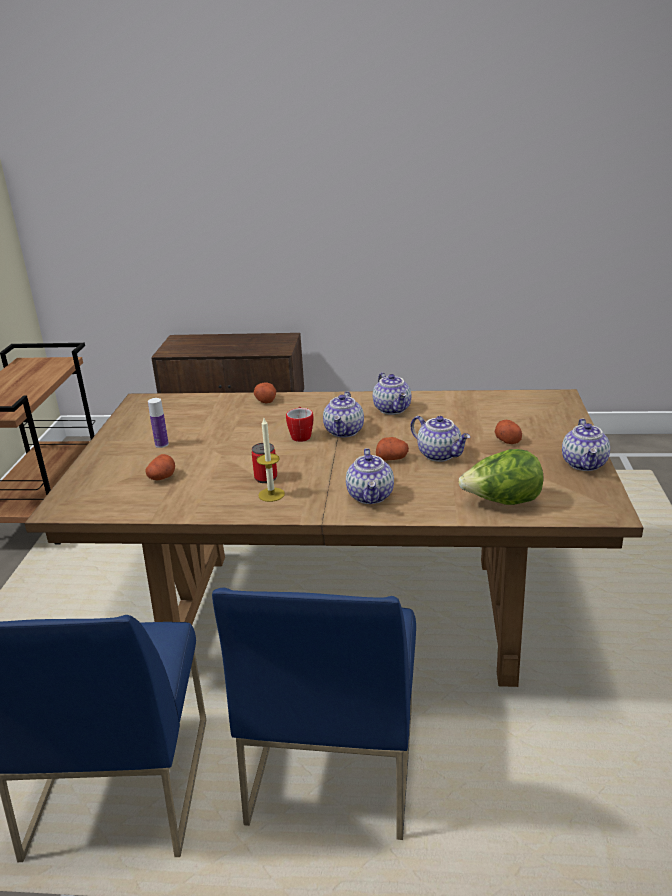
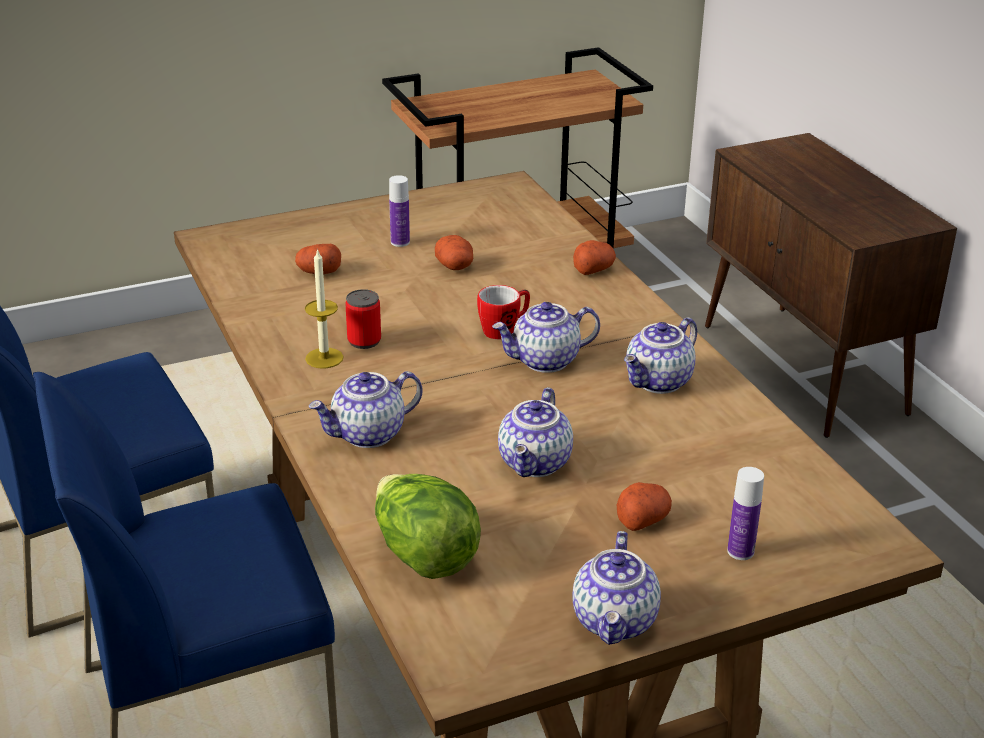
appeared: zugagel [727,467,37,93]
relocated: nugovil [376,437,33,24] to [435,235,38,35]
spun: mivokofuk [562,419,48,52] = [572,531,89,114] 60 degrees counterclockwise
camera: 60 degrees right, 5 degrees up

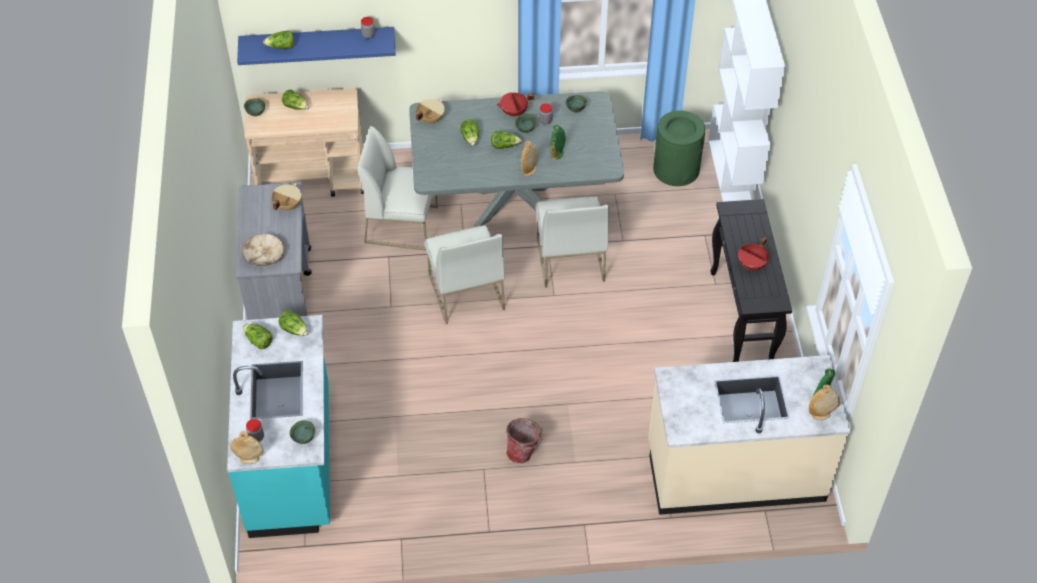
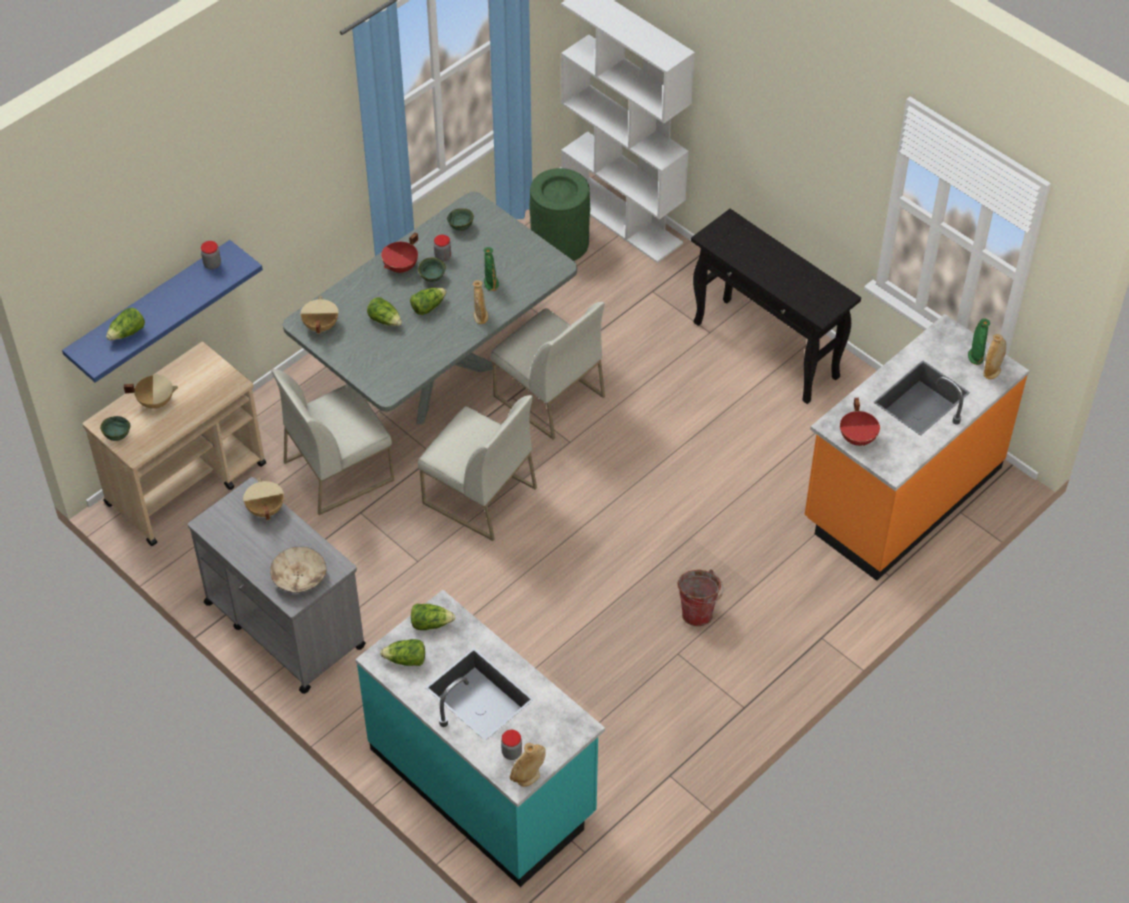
missing: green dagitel [290,421,25,23]
relocated: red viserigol [738,236,31,34] to [840,398,40,48]
exchanged: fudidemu [282,89,27,21] to beige viserigol [124,375,54,34]
colour: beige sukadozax [648,355,203,160] to orange sukadozax [805,314,224,267]
camera: 40 degrees left, 0 degrees up

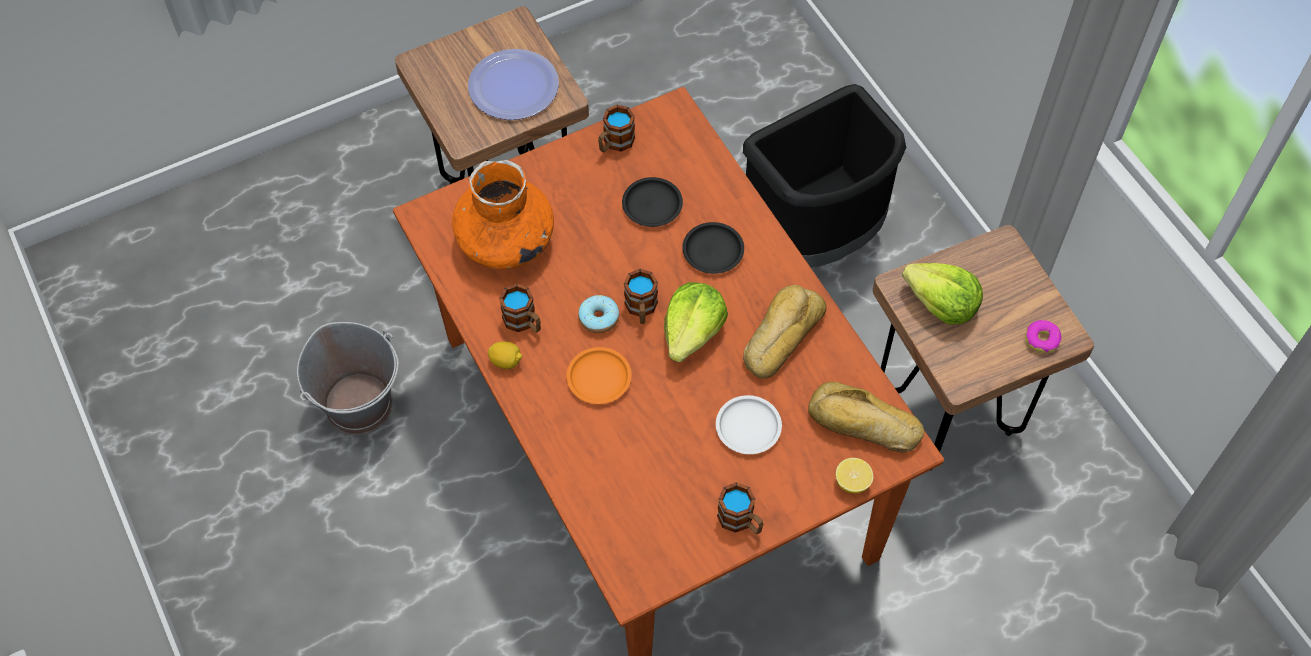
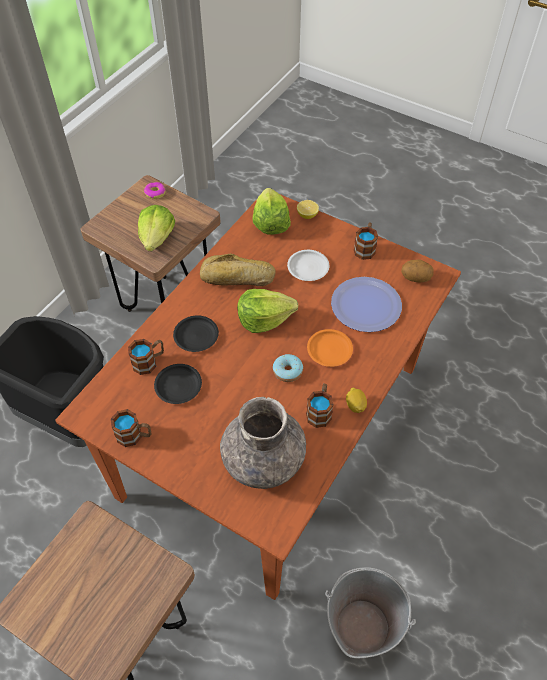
appeared: nugovil [401,259,33,24]
relocated: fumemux [468,49,91,71] to [331,277,71,55]; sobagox [624,269,34,55] to [128,339,36,36]
exchanged: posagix [808,382,116,71] to fudidemu [252,188,39,46]
colour: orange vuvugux [452,160,102,109] to grey vuvugux [220,397,86,92]
camera: 120 degrees left, 5 degrees down

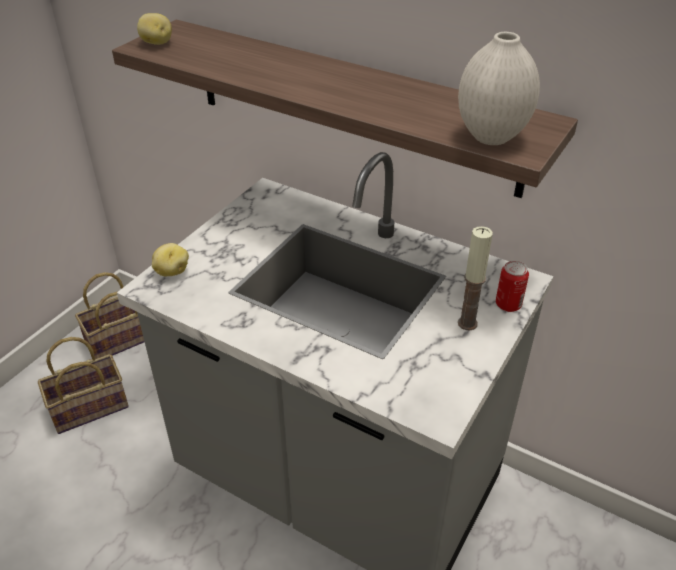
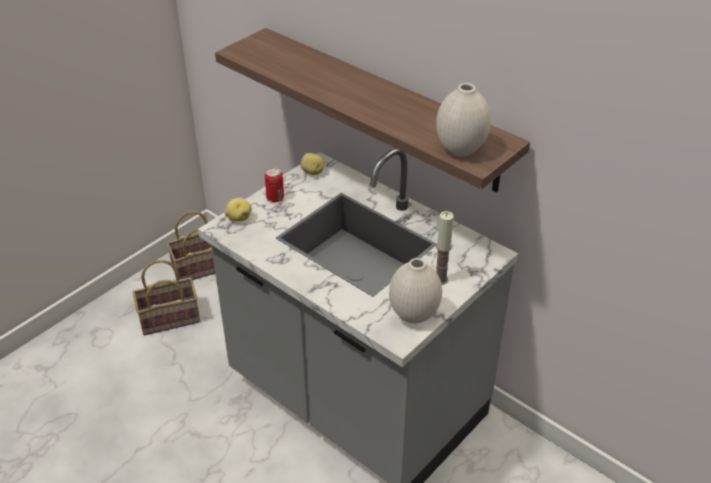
appeared: white vuvugux [389,258,53,65]
relocated: nugovil [137,13,35,32] to [301,153,23,22]; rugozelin [496,261,33,51] to [265,168,19,34]
camera: 10 degrees right, 0 degrees up

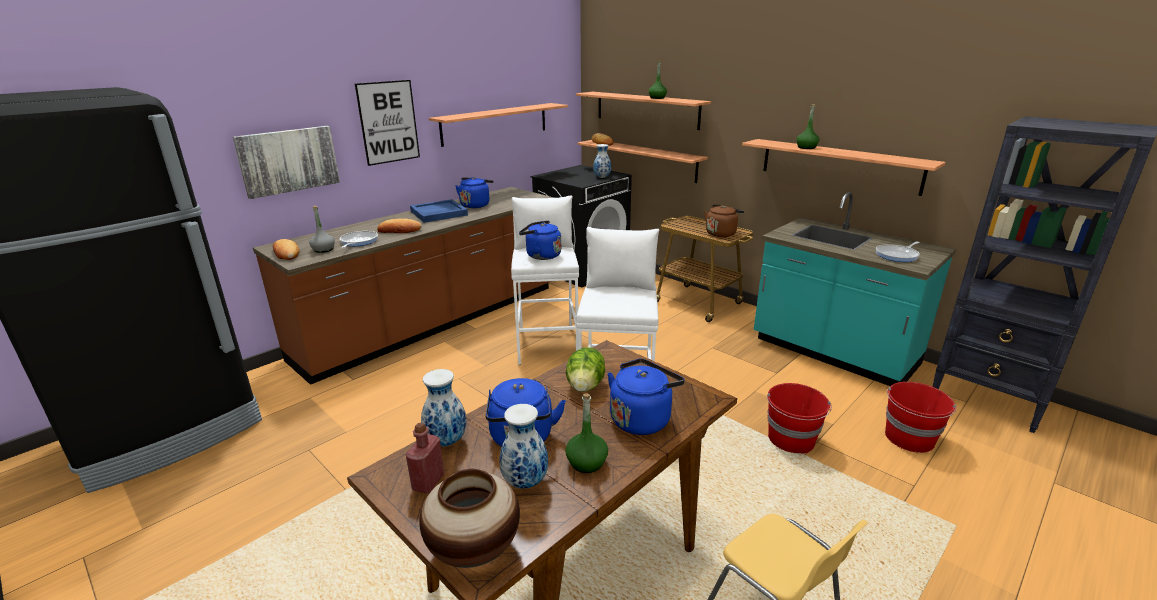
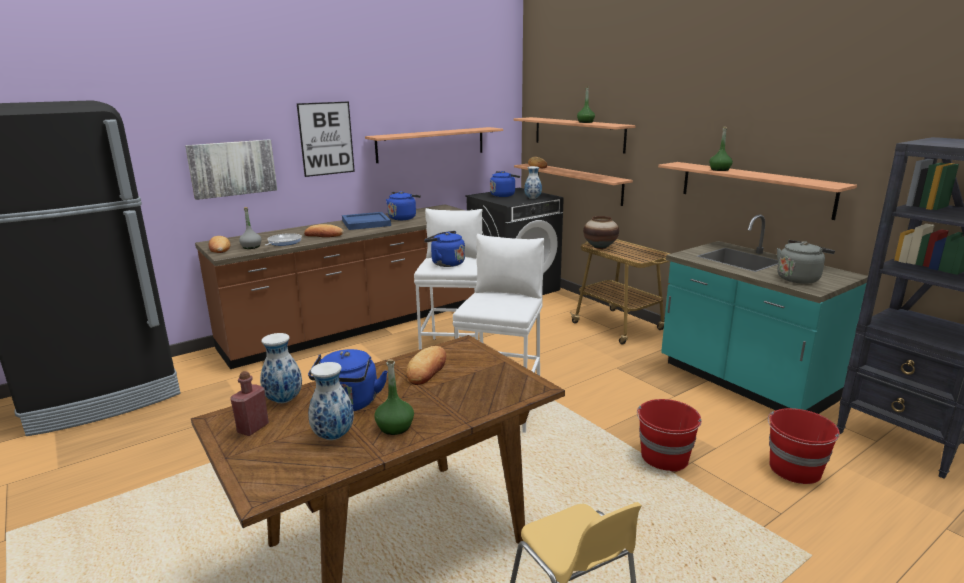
missing: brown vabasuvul [704,204,40,33]
relocated: blue vabasuvul [607,358,78,77] to [490,171,30,26]; vuvugux [419,469,101,99] to [583,216,36,33]
exchanged: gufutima [876,241,44,21] to grey vabasuvul [777,240,58,44]; fudidemu [566,347,39,45] to posagix [407,346,39,39]
camera: 10 degrees right, 5 degrees down

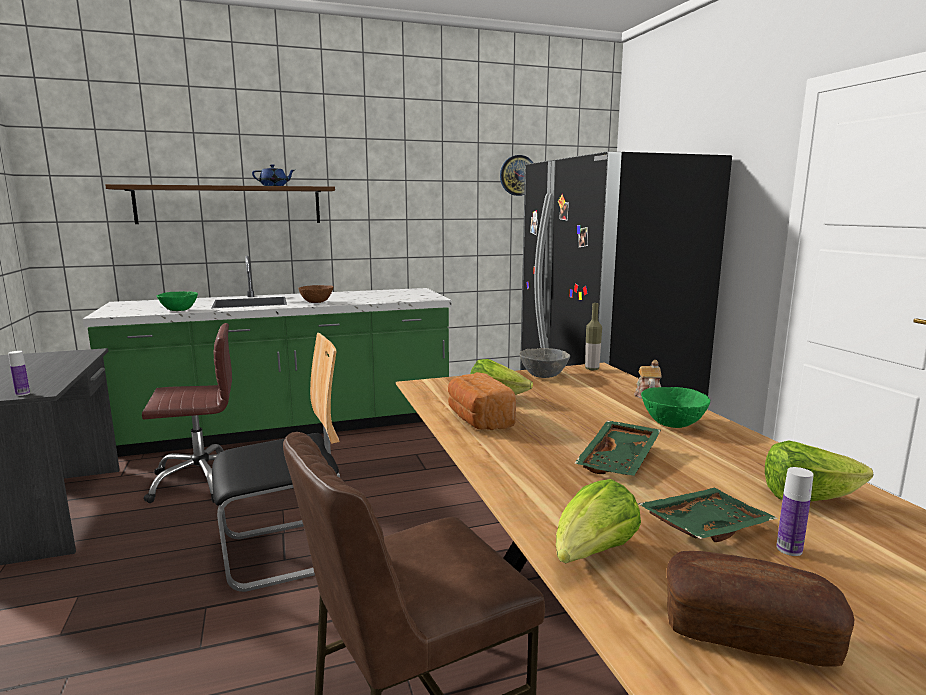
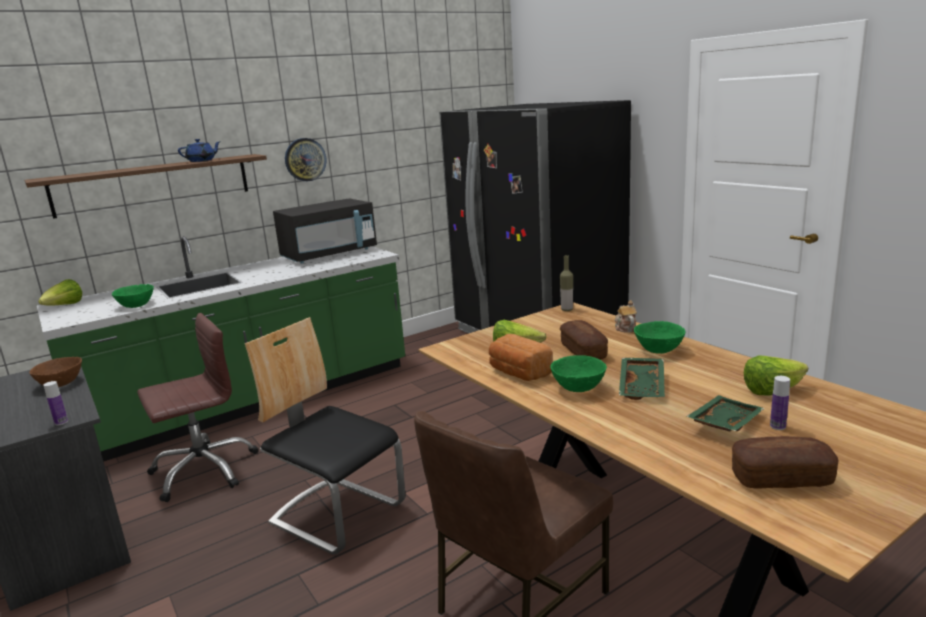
missing: grey dagitel [519,348,51,30]
appeared: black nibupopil [273,198,104,66]; posagix [560,320,48,40]; green dagitel [550,356,57,36]
relocated: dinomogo [500,155,33,41] to [285,138,41,44]; brown dagitel [298,285,36,18] to [29,357,53,30]; fudidemu [556,479,85,84] to [38,279,44,27]
spun: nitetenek [212,333,128,259] = [245,317,160,238] 105 degrees counterclockwise
camera: 15 degrees left, 5 degrees up

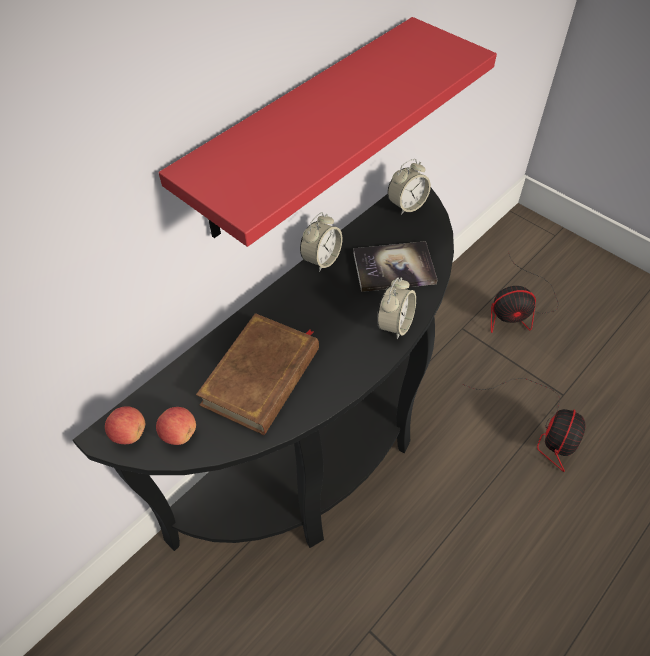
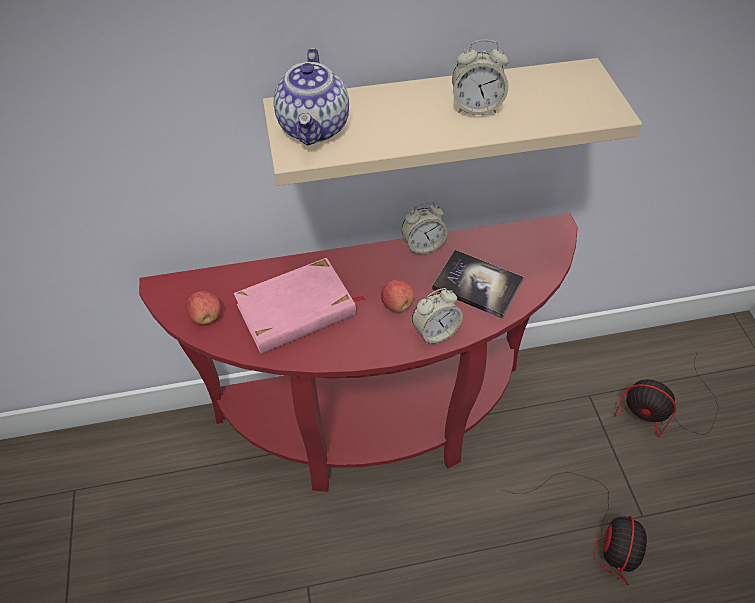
appeared: mivokofuk [273,48,76,98]
relocated: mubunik [388,159,43,56] to [452,39,57,76]; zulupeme [105,406,40,38] to [381,280,33,32]
colour: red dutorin [159,17,338,230] to beige dutorin [263,58,379,128]; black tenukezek [73,188,381,363] to red tenukezek [139,214,438,278]; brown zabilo [196,313,123,122] to pink zabilo [234,258,131,96]
spun: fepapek [463,378,123,94] = [501,472,146,113] 45 degrees counterclockwise
camera: 35 degrees right, 0 degrees up

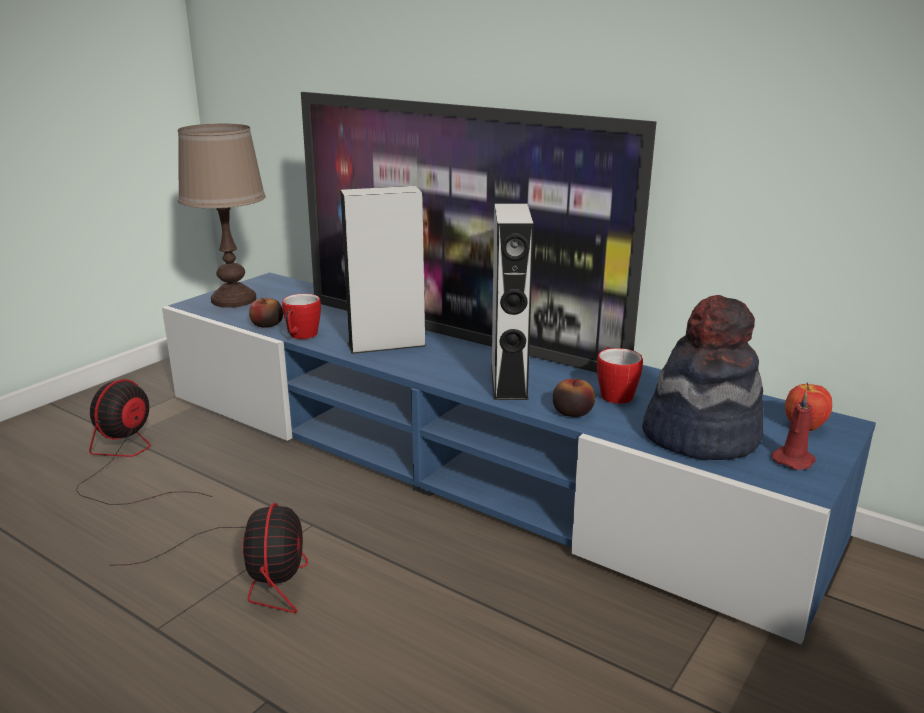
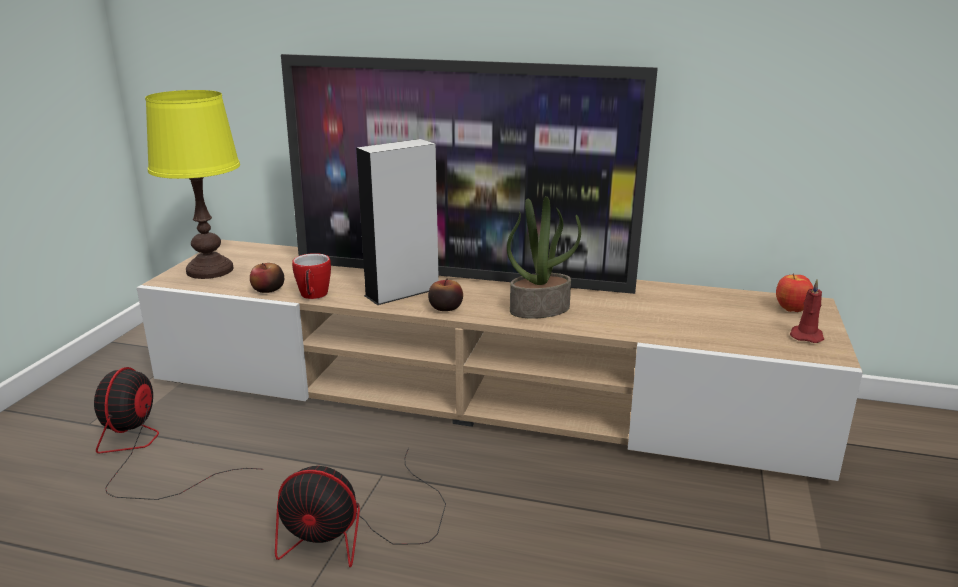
missing: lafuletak [642,295,122,165]; sobagox [597,347,46,57]
relocated: zulupeme [553,378,42,39] to [428,279,35,32]
exchanged: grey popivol [491,203,43,197] to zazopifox [507,196,74,123]
colour: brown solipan [178,124,88,184] to yellow solipan [145,90,95,189]; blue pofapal [162,273,714,372] to beige pofapal [137,240,726,241]
spun: fepapek [109,503,199,110] = [275,448,171,119] 120 degrees clockwise
camera: 20 degrees left, 0 degrees up

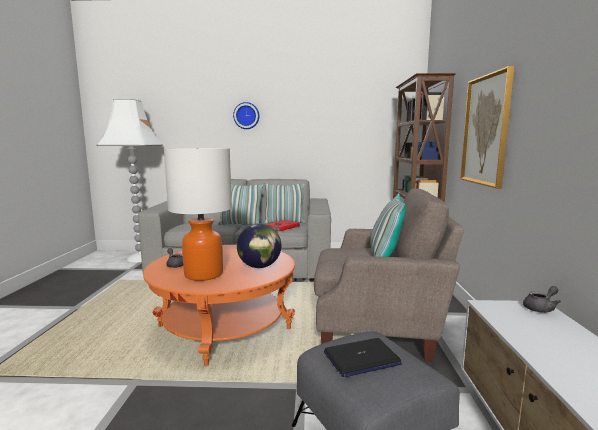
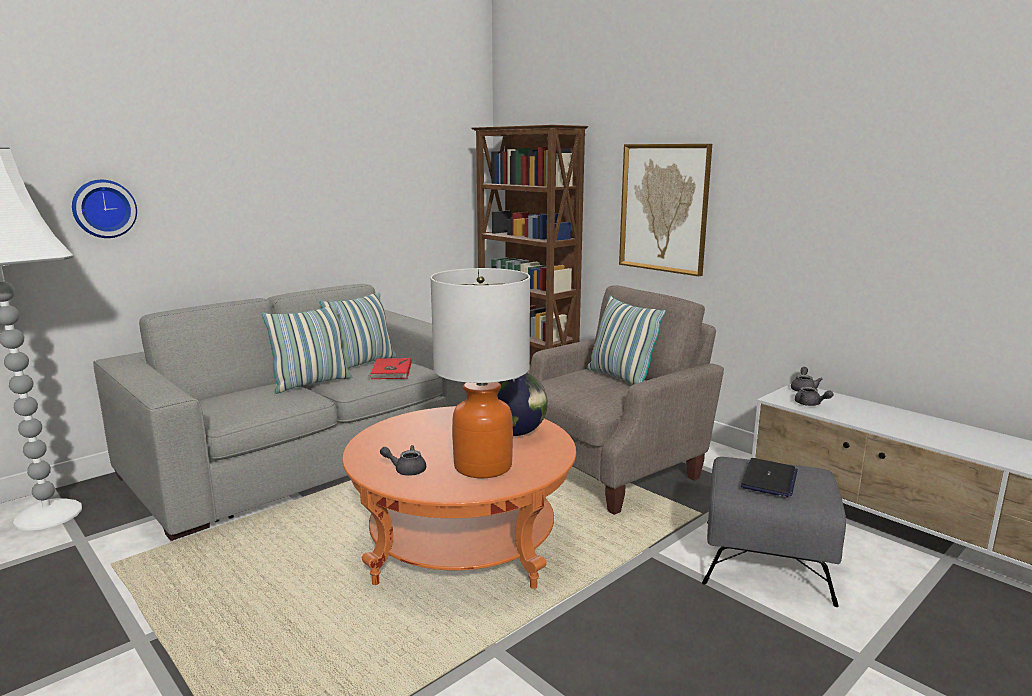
appeared: grey mivokofuk [795,387,38,19]
relocated: dinomogo [233,102,26,27] to [72,180,65,58]
camera: 45 degrees left, 5 degrees up

